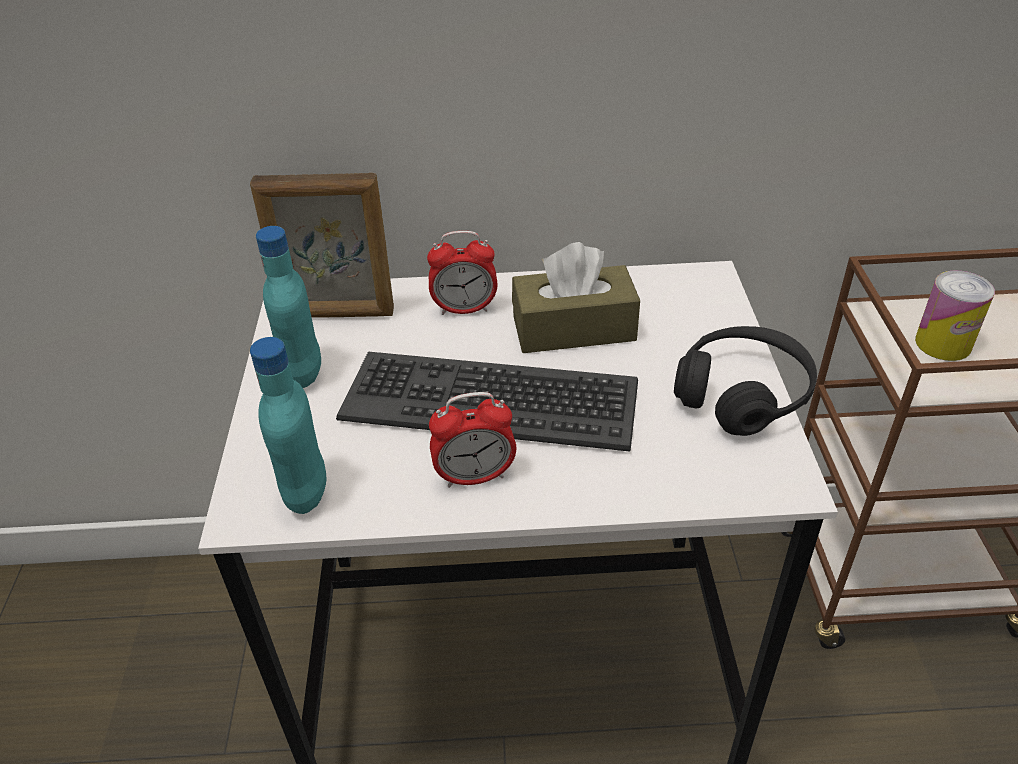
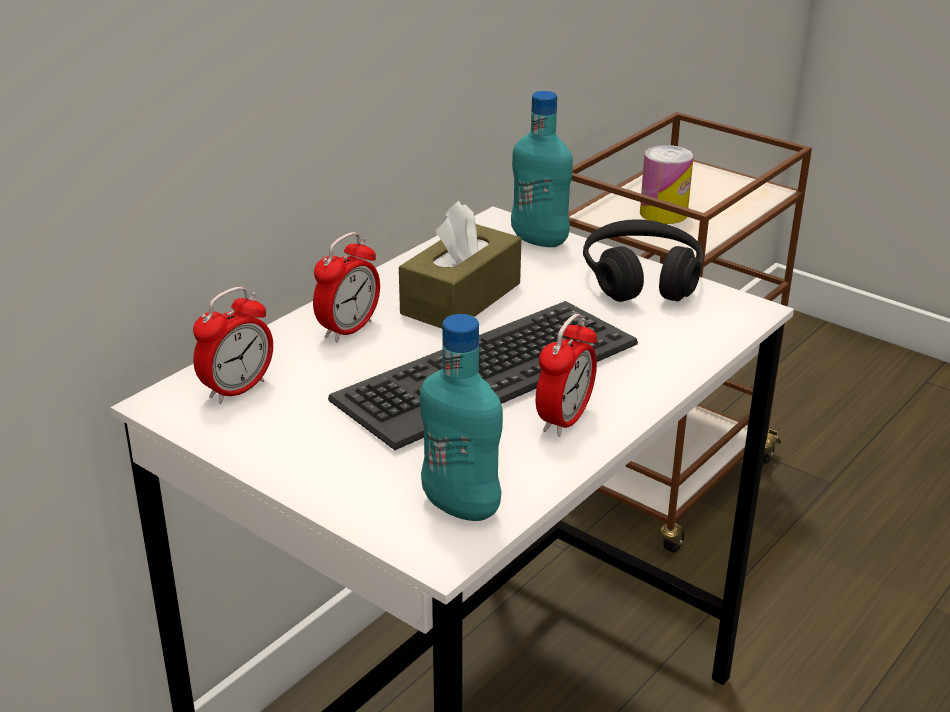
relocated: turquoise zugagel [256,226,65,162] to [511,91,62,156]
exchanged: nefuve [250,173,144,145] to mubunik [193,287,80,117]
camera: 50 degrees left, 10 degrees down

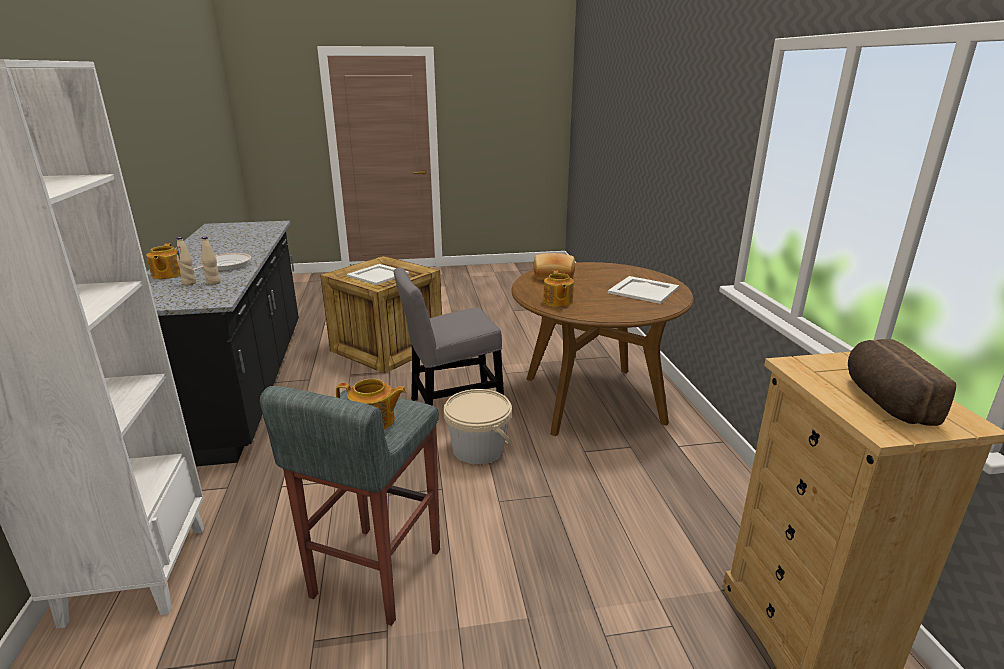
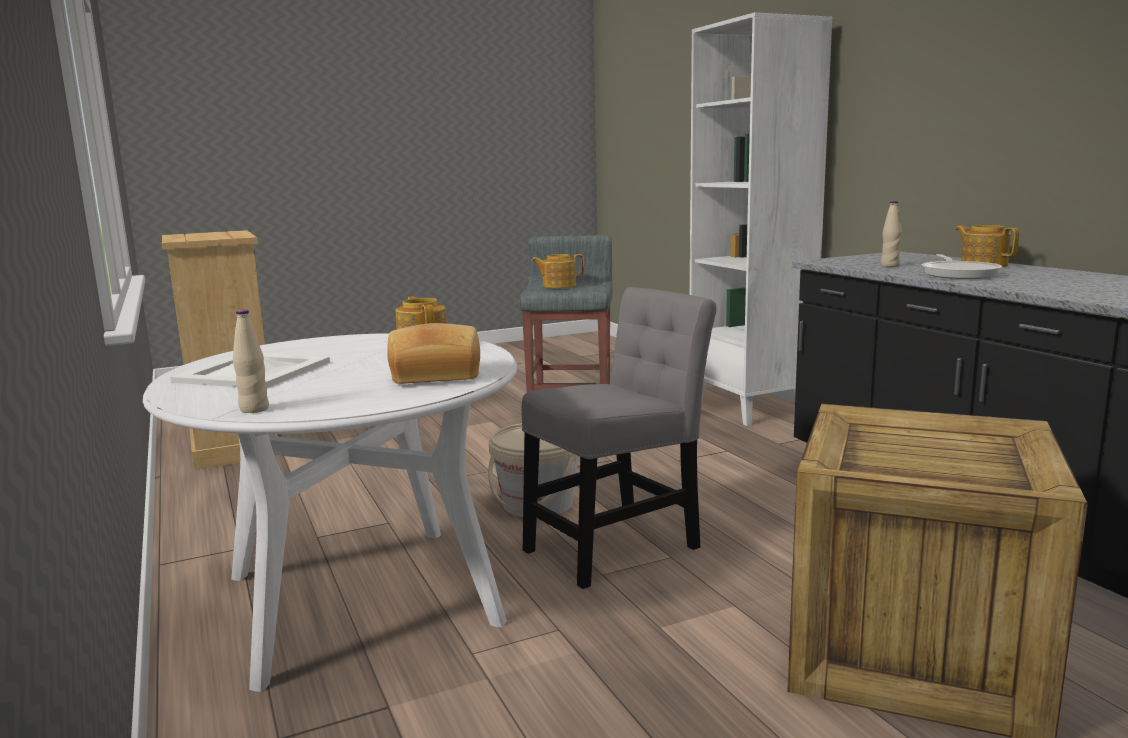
missing: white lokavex [346,264,63,21]; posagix [848,339,108,87]
relocated: beige zugagel [177,237,19,48] to [233,310,36,103]
colour: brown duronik [511,262,183,174] to white duronik [143,333,374,359]
camera: 165 degrees right, 10 degrees down

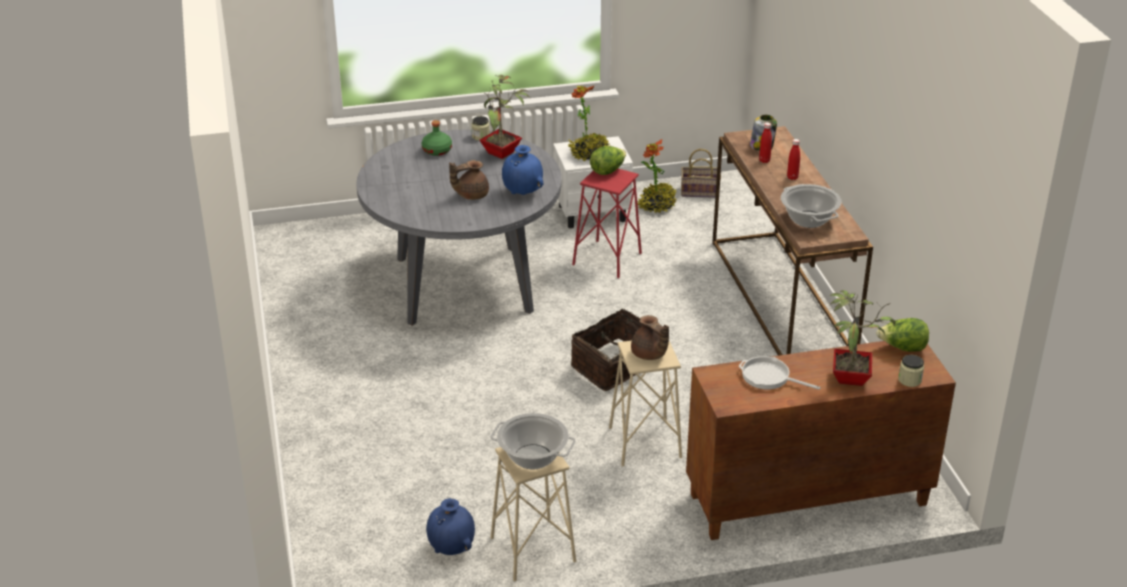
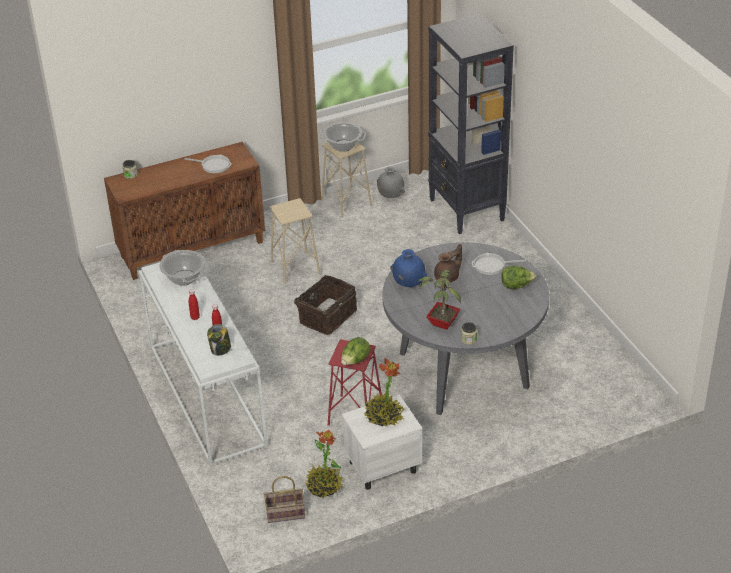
missing: green zugagel [422,120,30,36]; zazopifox [829,290,67,96]; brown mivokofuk [631,315,38,45]
appeared: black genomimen [428,14,86,220]; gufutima [472,253,54,22]
relocated: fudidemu [876,318,53,34] to [501,265,35,24]
colour: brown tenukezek [712,126,161,230] to white tenukezek [138,262,130,204]; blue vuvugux [426,498,49,57] to grey vuvugux [377,167,28,31]
camera: 170 degrees right, 5 degrees up

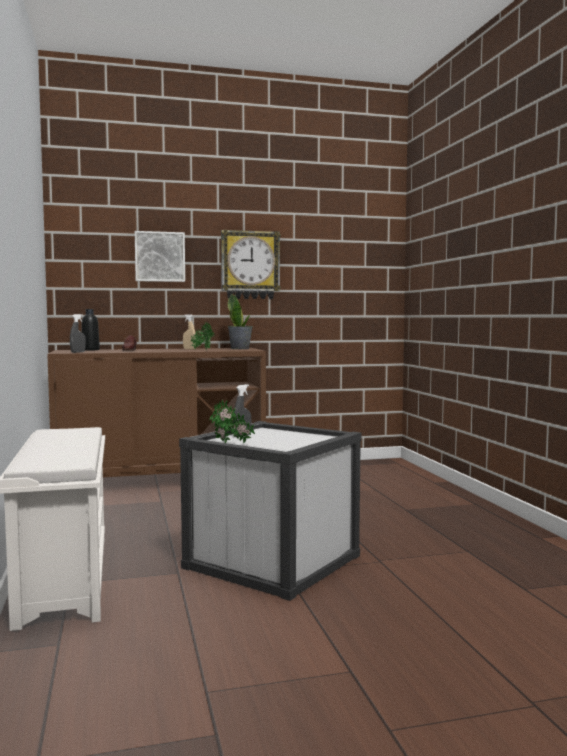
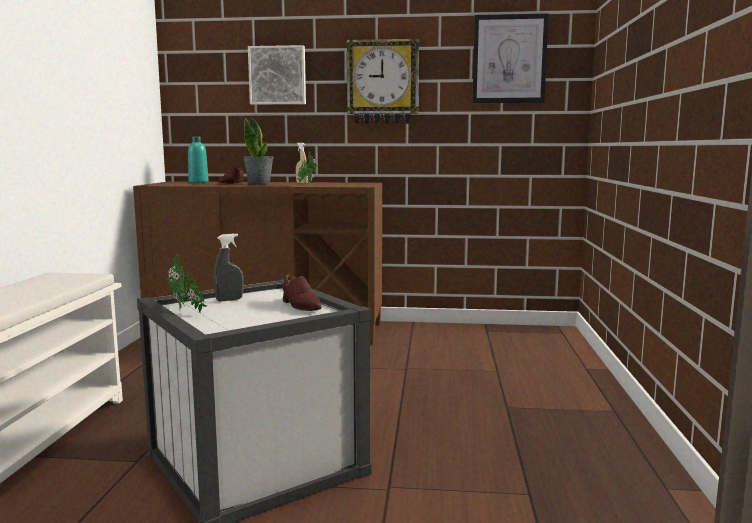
missing: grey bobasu [70,314,16,39]
appeared: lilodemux [472,13,77,90]; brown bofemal [283,275,38,36]
relocated: zazopifox [228,293,25,56] to [243,116,31,69]
colour: black zugagel [81,309,19,42] to turquoise zugagel [188,137,21,46]
camera: 20 degrees right, 5 degrees up

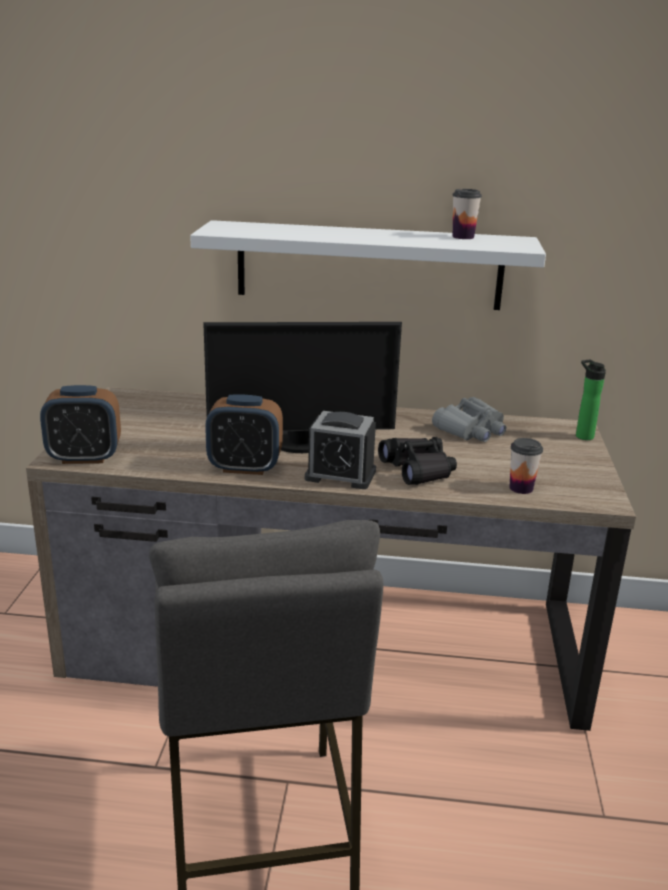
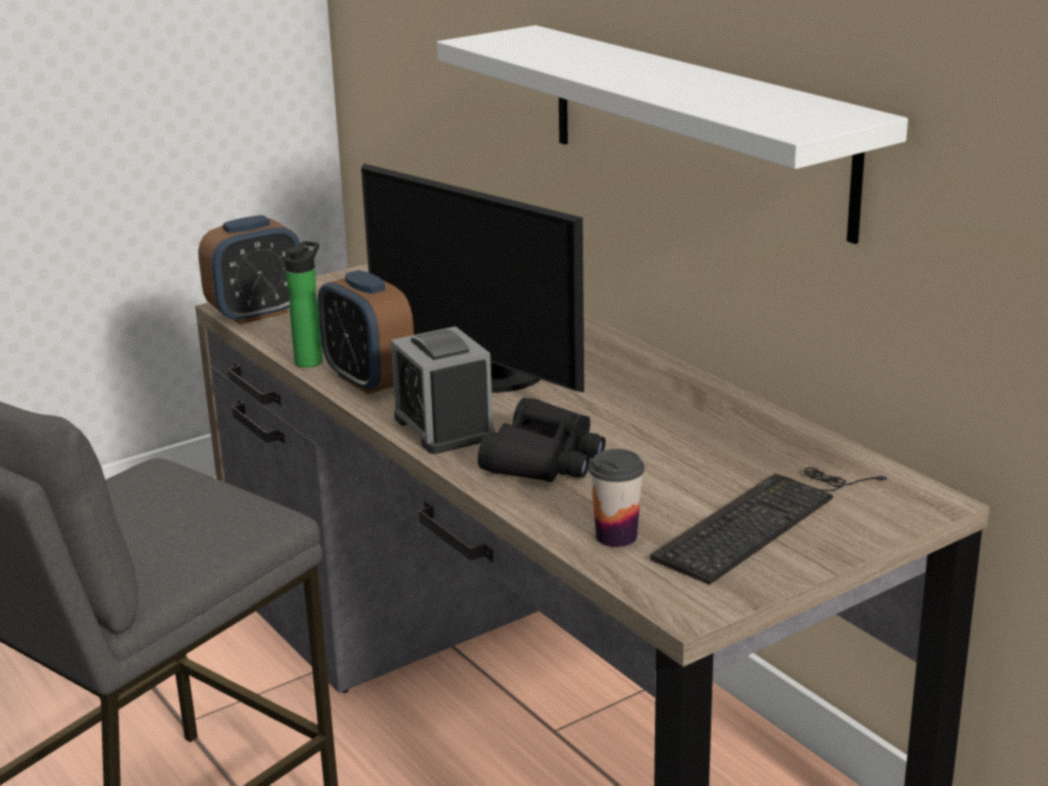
missing: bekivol [452,189,30,50]; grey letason [432,397,74,45]
appeared: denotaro [650,467,237,118]
relocated: zugagel [576,359,30,81] to [284,241,39,127]
spun: mubunik [40,385,81,79] = [198,215,102,110] 75 degrees counterclockwise
camera: 50 degrees right, 0 degrees up

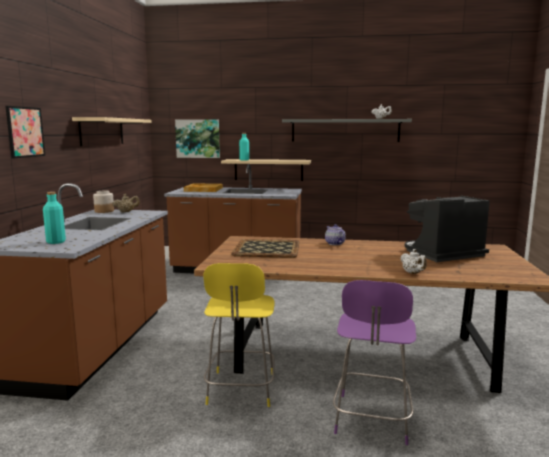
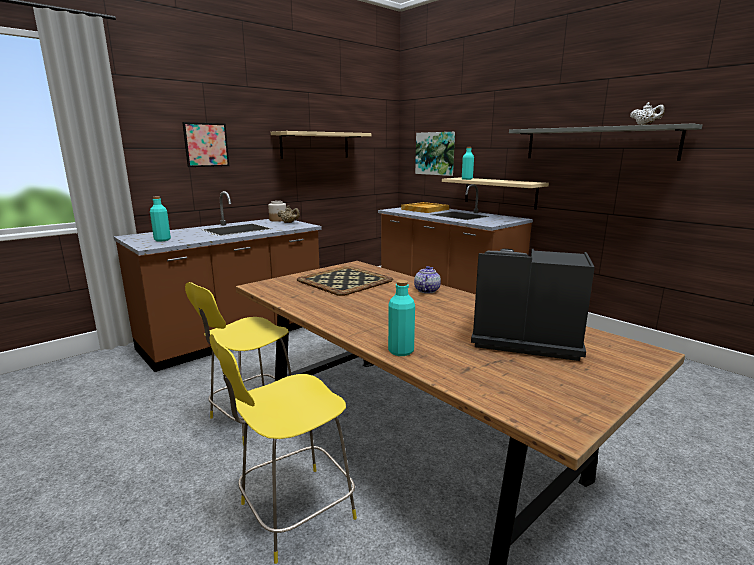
exchanged: white mivokofuk [400,249,27,25] to turquoise zugagel [388,280,27,76]
colour: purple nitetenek [333,280,83,165] to yellow nitetenek [209,334,148,230]
camera: 40 degrees right, 5 degrees up

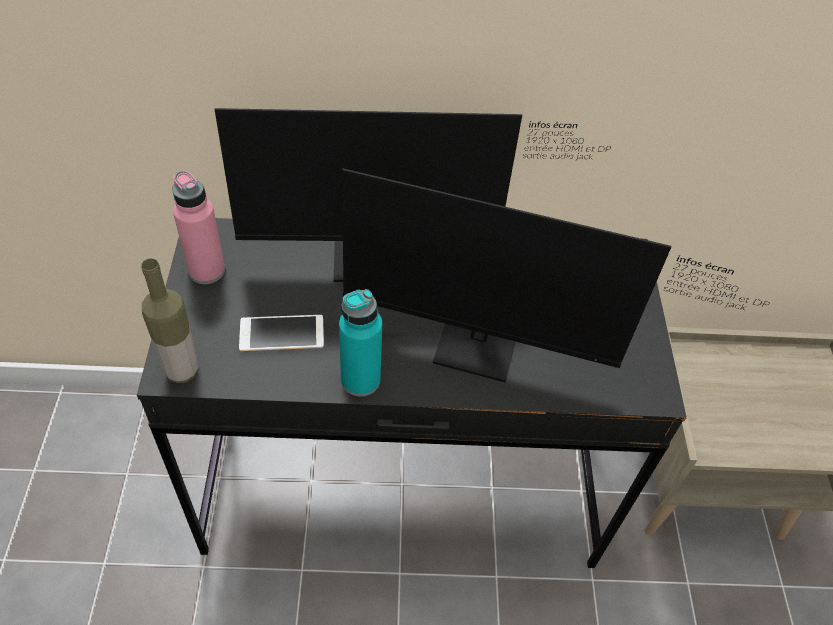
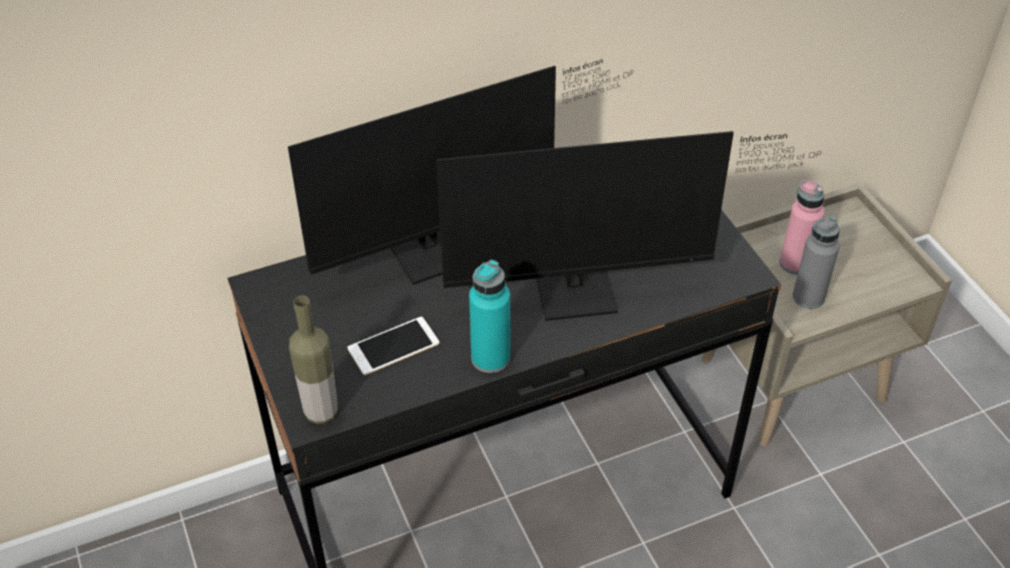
appeared: grey zugagel [793,215,47,94]
relocated: pink zugagel [172,170,53,114] to [780,180,45,95]
camera: 20 degrees left, 5 degrees down

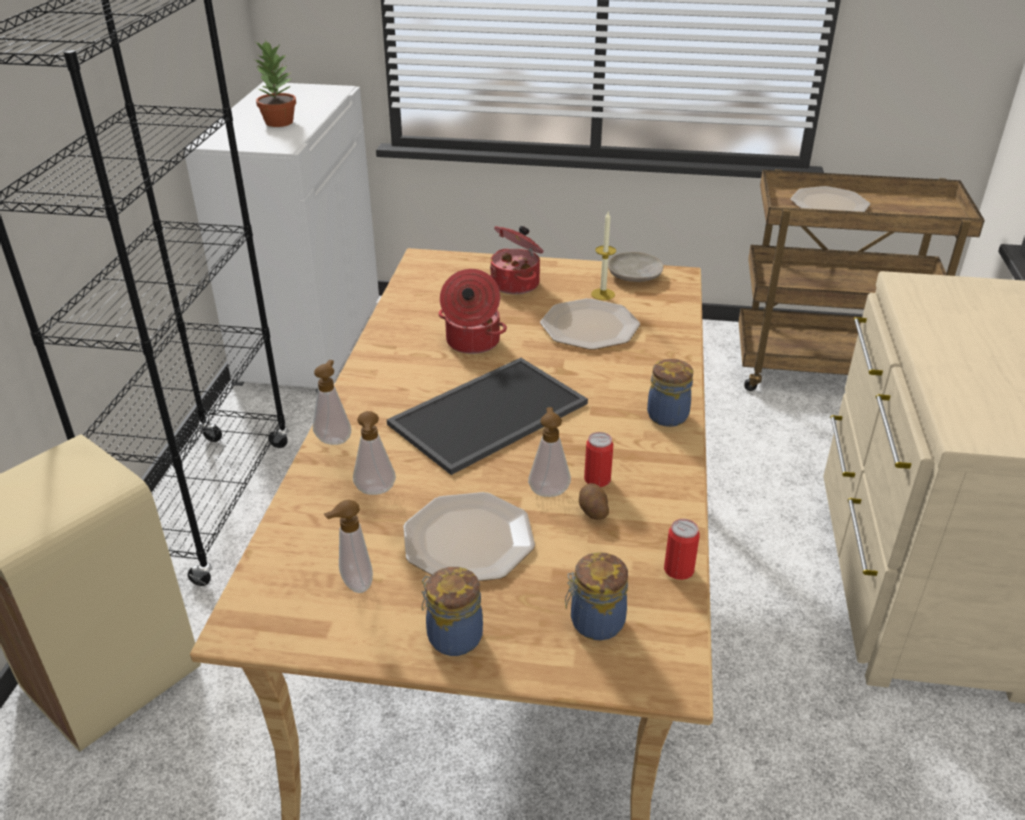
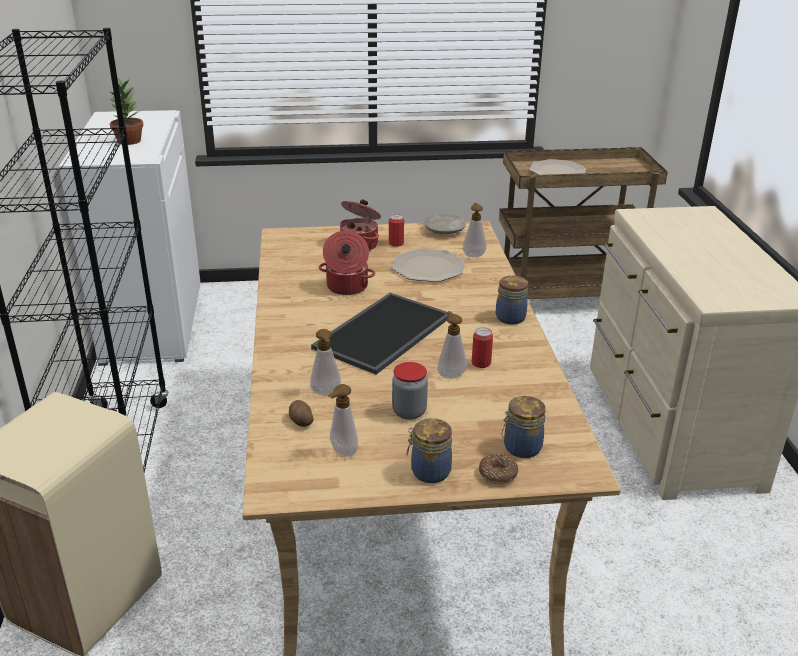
missing: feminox [591,212,25,88]
appeared: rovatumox [479,454,39,30]
relocated: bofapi [313,360,38,85] to [462,203,25,54]; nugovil [579,483,30,37] to [289,400,25,27]; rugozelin [664,519,35,61] to [389,214,15,33]
exchanged: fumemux [403,492,132,89] to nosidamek [392,362,36,58]
camera: 15 degrees left, 5 degrees down

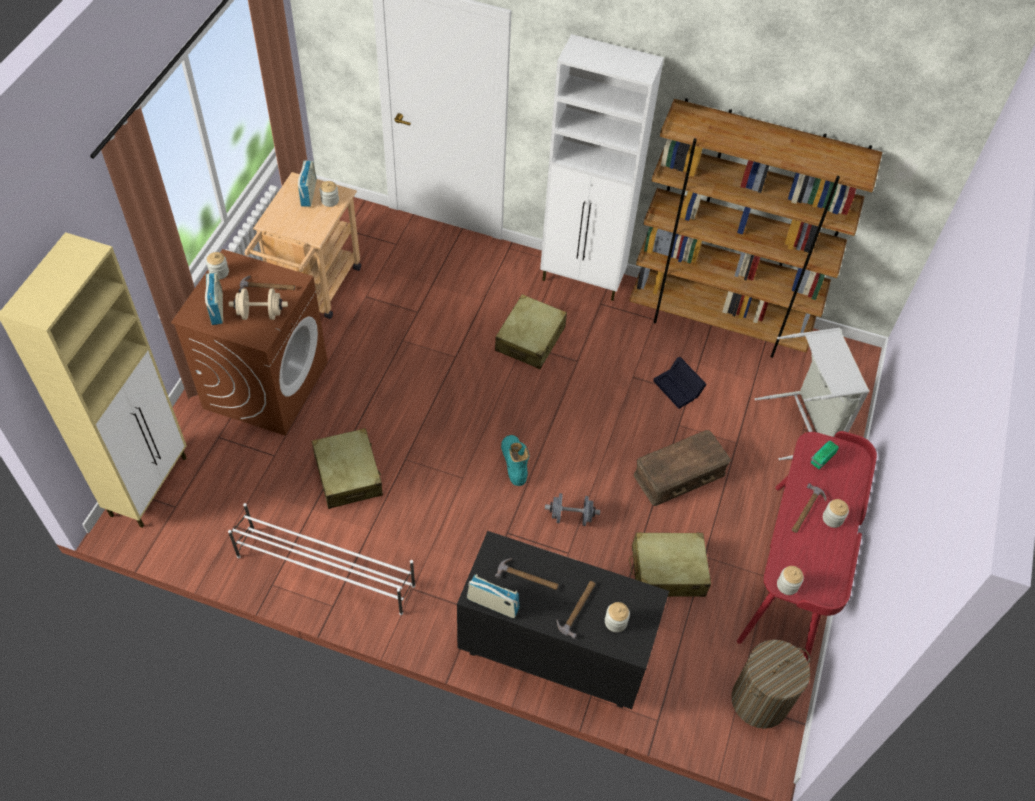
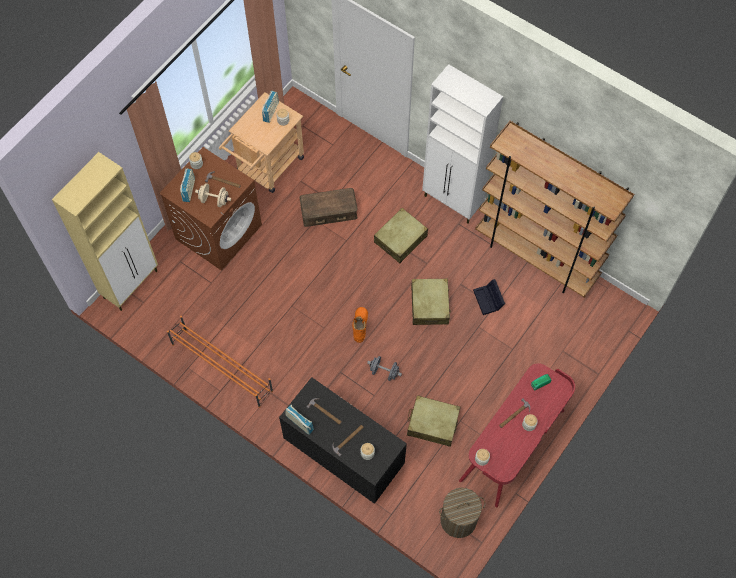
missing: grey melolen [755,328,115,132]
relocated: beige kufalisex [312,428,71,81] to [411,278,40,47]; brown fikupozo [634,430,97,76] to [299,188,59,39]
colour: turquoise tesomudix [501,435,28,51] to orange tesomudix [352,307,16,36]; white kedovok [228,503,187,112] to orange kedovok [167,316,106,92]
camera: 20 degrees right, 10 degrees up

